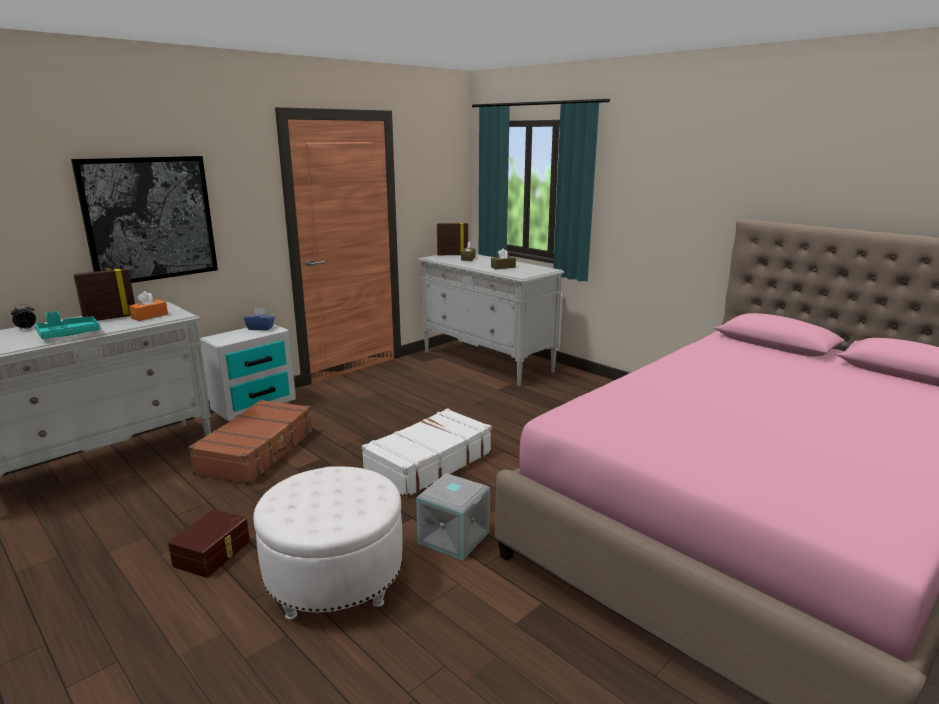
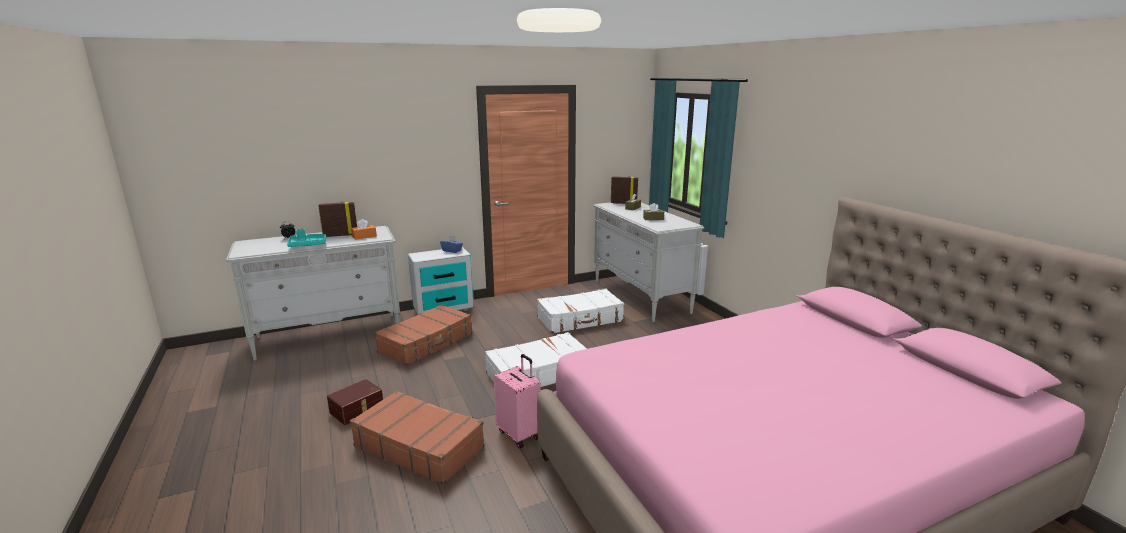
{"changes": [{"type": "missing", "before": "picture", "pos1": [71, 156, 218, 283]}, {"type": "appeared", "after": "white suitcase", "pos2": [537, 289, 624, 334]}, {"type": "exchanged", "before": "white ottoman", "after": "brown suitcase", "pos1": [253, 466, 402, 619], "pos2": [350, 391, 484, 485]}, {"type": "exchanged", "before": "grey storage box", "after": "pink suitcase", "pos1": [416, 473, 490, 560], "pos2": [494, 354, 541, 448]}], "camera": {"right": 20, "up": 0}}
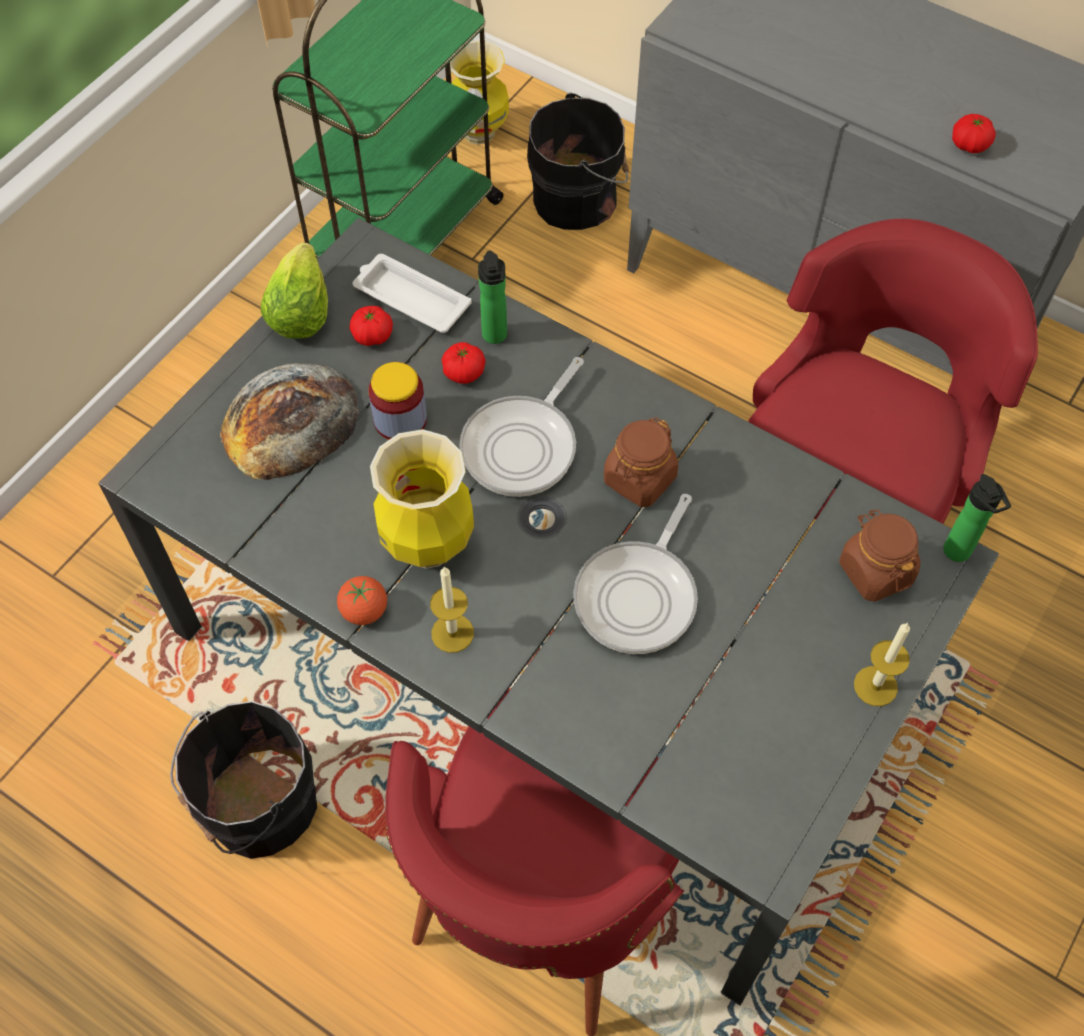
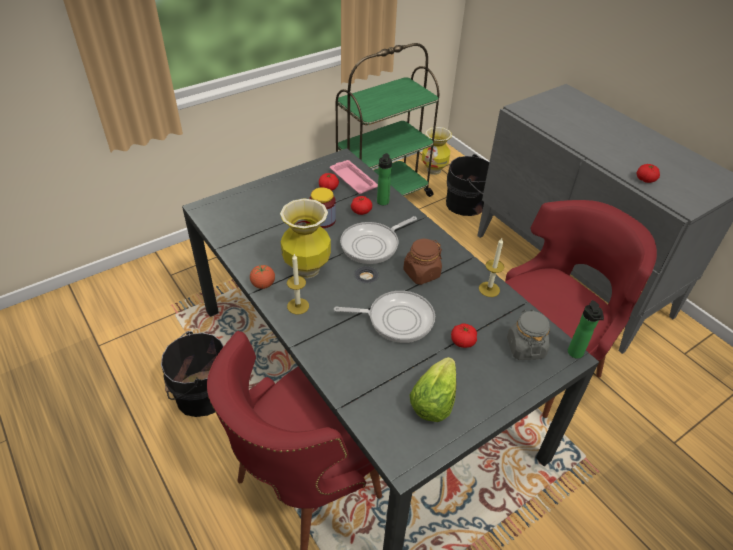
{"changes": [{"type": "missing", "before": "bread", "pos1": [220, 363, 359, 480]}, {"type": "appeared", "after": "tomato", "pos2": [451, 323, 477, 348]}, {"type": "relocated", "before": "lettuce", "pos1": [261, 243, 328, 339], "pos2": [409, 357, 456, 422]}, {"type": "relocated", "before": "candle", "pos1": [854, 623, 910, 706], "pos2": [479, 238, 504, 297]}, {"type": "colour", "before": "white tray", "after": "pink tray", "pos1": [352, 254, 472, 333], "pos2": [330, 160, 378, 194]}, {"type": "colour", "before": "brown jar", "after": "grey jar", "pos1": [839, 509, 920, 602], "pos2": [507, 309, 550, 360]}, {"type": "spun", "before": "frying pan", "pos1": [573, 494, 698, 654], "pos2": [334, 291, 435, 343], "turn": -135}], "camera": {"right": 20, "up": -15}}
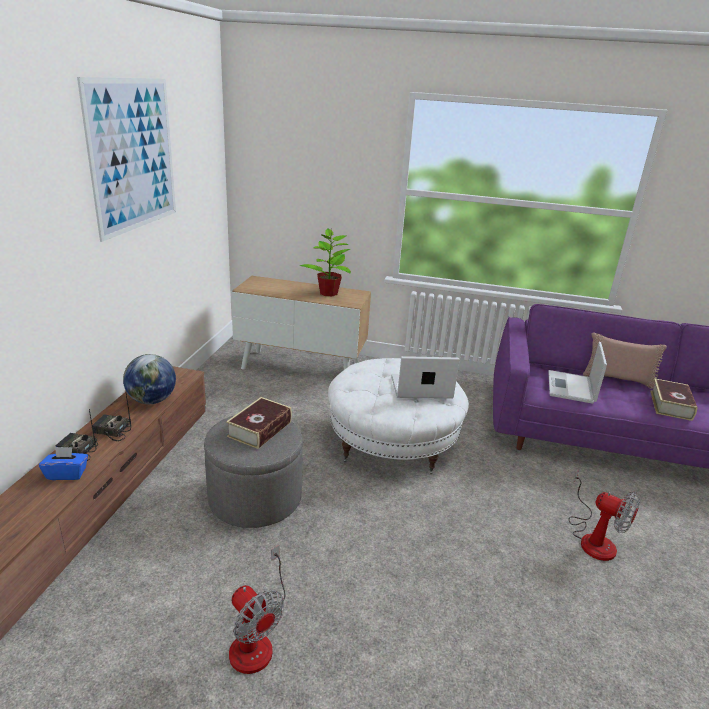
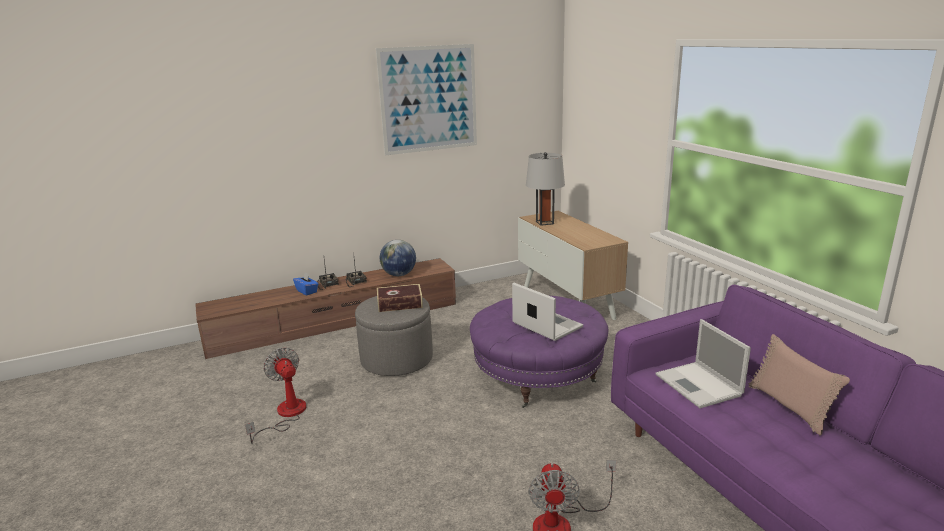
{"changes": [{"type": "missing", "before": "potted plant", "pos1": [300, 228, 351, 296]}, {"type": "missing", "before": "book", "pos1": [650, 378, 698, 421]}, {"type": "appeared", "after": "grey table lamp", "pos2": [526, 152, 565, 226]}, {"type": "colour", "before": "white ottoman", "after": "purple ottoman", "pos1": [328, 358, 469, 474], "pos2": [470, 296, 608, 408]}, {"type": "spun", "before": "fan", "pos1": [229, 545, 286, 674], "pos2": [245, 348, 306, 444], "turn": 135}, {"type": "spun", "before": "laptop", "pos1": [548, 342, 607, 404], "pos2": [656, 319, 751, 408], "turn": -90}], "camera": {"right": 55, "up": -5}}
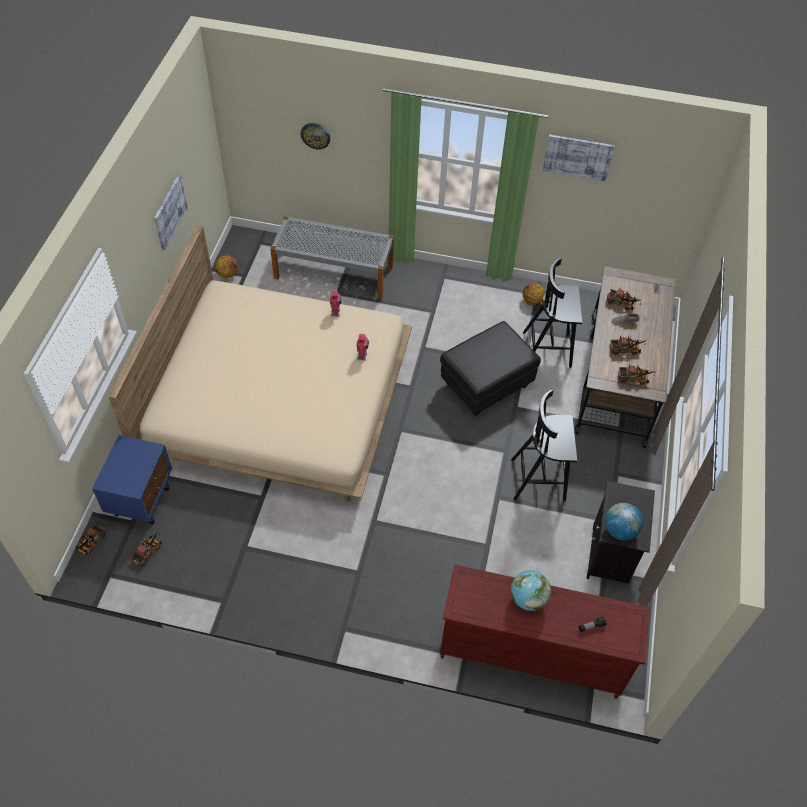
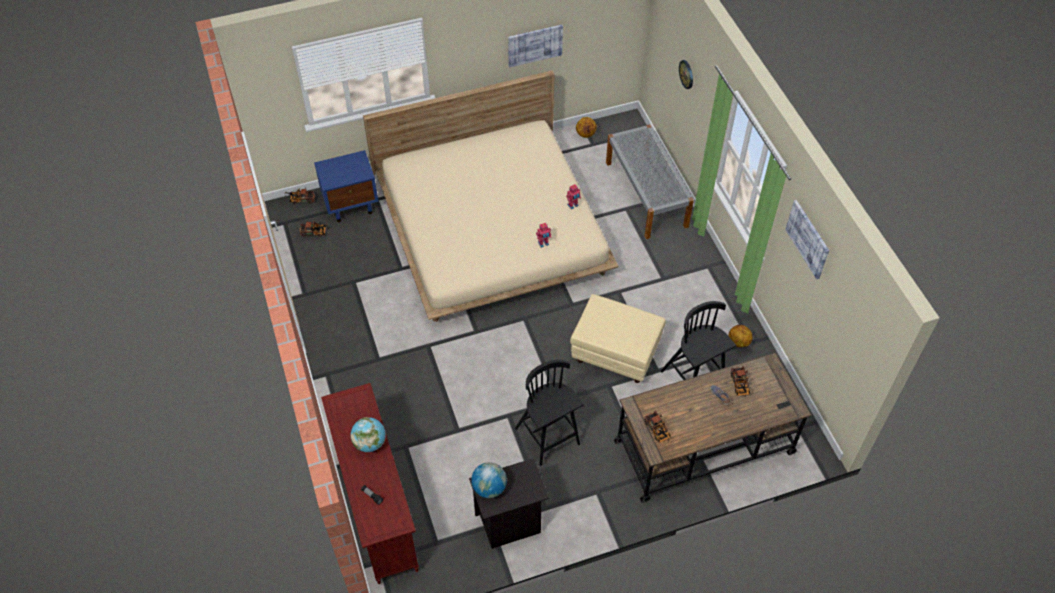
{"changes": [{"type": "missing", "before": "toy truck", "pos1": [610, 335, 646, 355]}, {"type": "colour", "before": "black ottoman", "after": "beige ottoman", "pos1": [440, 321, 541, 416], "pos2": [570, 294, 666, 383]}], "camera": {"right": 60, "up": 0}}
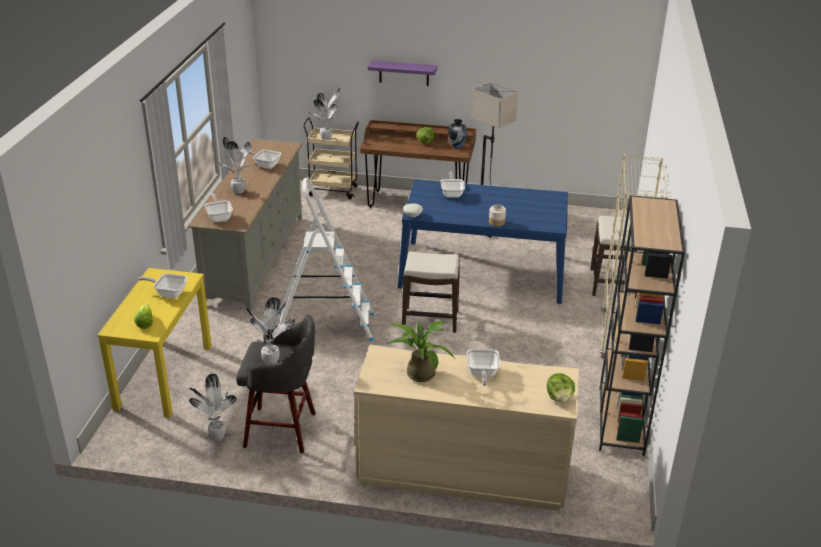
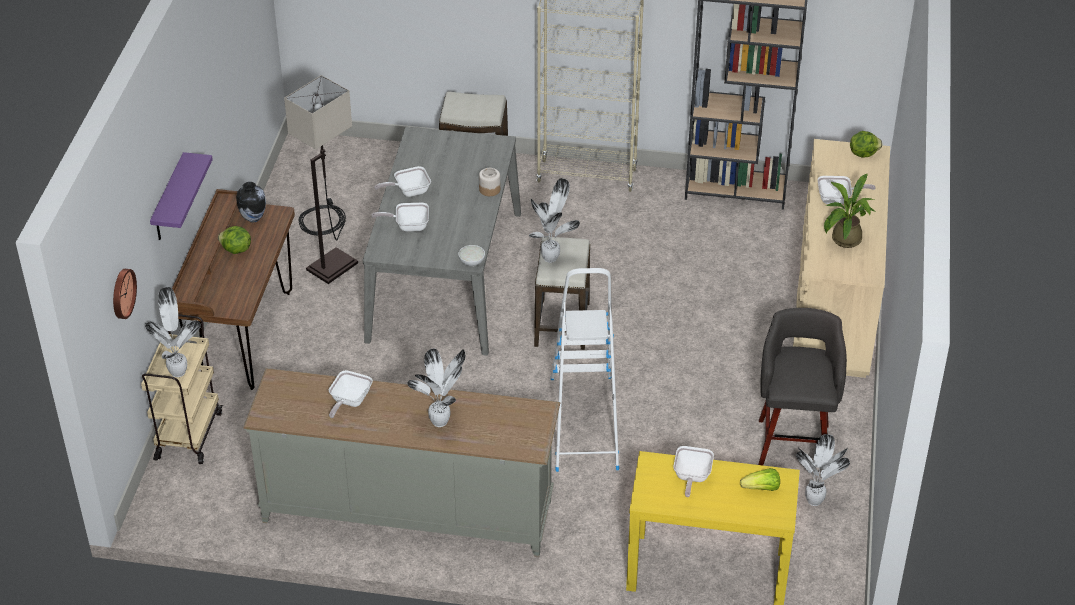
{"changes": [{"type": "appeared", "after": "wall clock", "pos2": [113, 269, 137, 319]}, {"type": "relocated", "before": "frying pan", "pos1": [204, 193, 233, 222], "pos2": [374, 166, 431, 197]}, {"type": "relocated", "before": "potted plant", "pos1": [245, 297, 295, 364], "pos2": [529, 178, 580, 263]}, {"type": "colour", "before": "blue dining table", "after": "grey dining table", "pos1": [398, 180, 568, 304], "pos2": [363, 127, 521, 356]}], "camera": {"right": -90, "up": 10}}
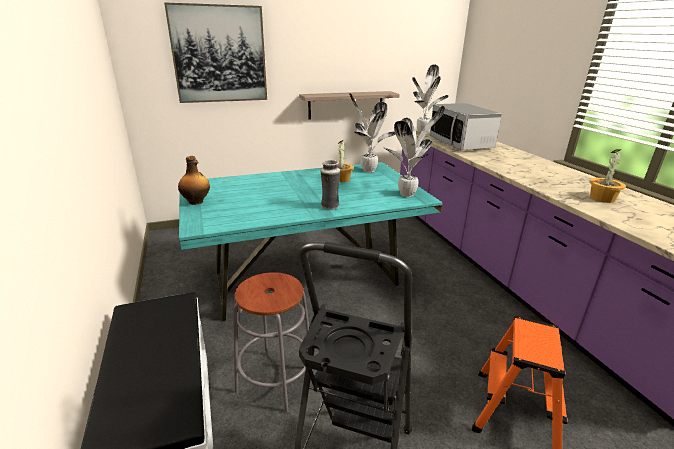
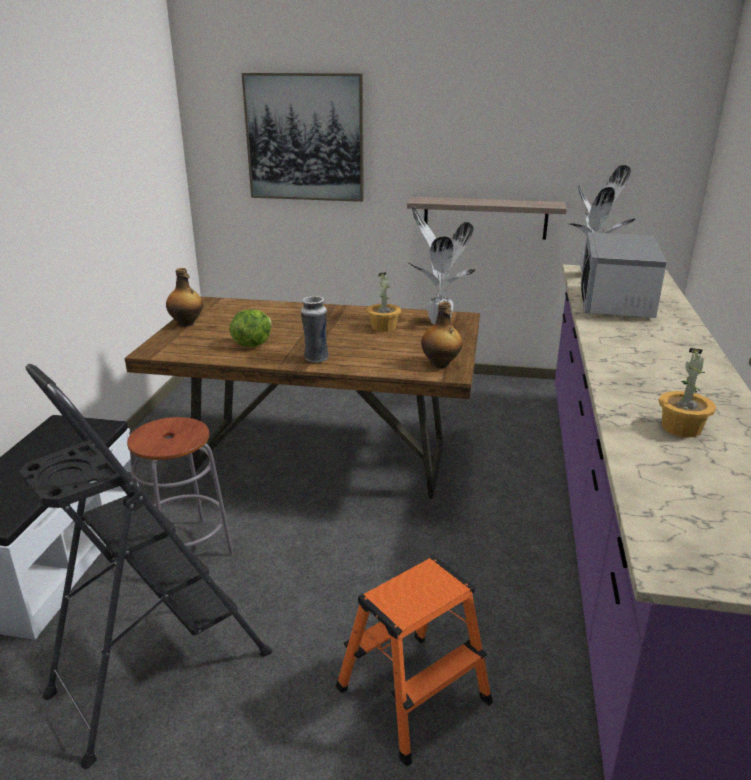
{"changes": [{"type": "appeared", "after": "lettuce", "pos2": [229, 309, 272, 347]}, {"type": "exchanged", "before": "potted plant", "after": "bottle", "pos1": [383, 106, 445, 197], "pos2": [421, 302, 462, 368]}, {"type": "colour", "before": "turquoise dining table", "after": "brown dining table", "pos1": [179, 162, 443, 321], "pos2": [124, 297, 480, 499]}], "camera": {"right": 30, "up": 0}}
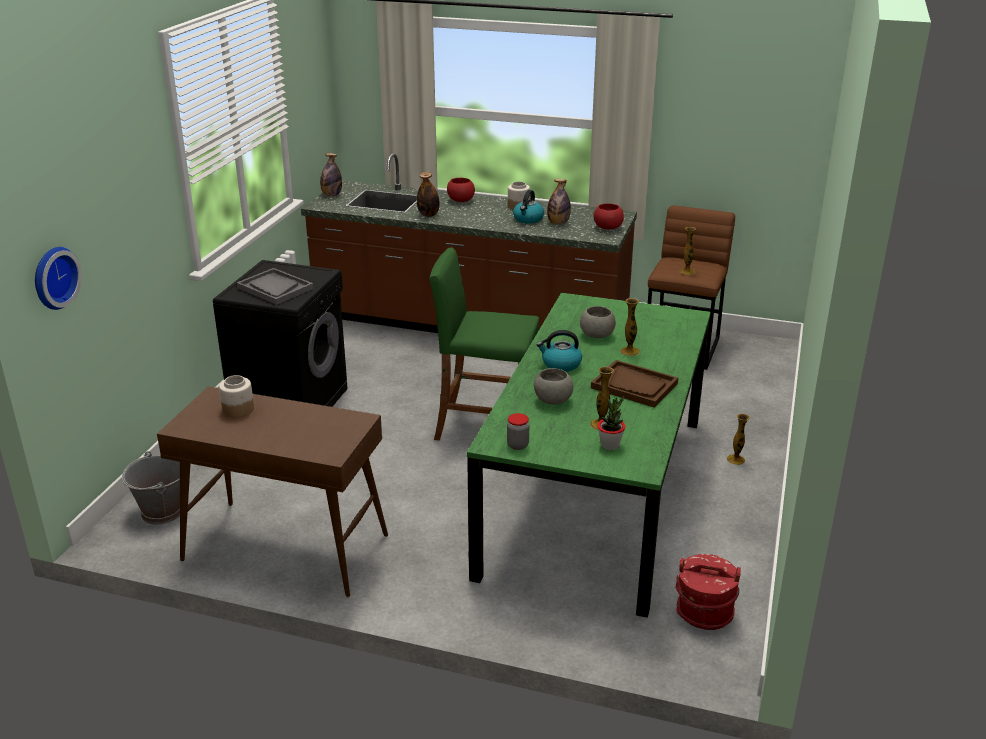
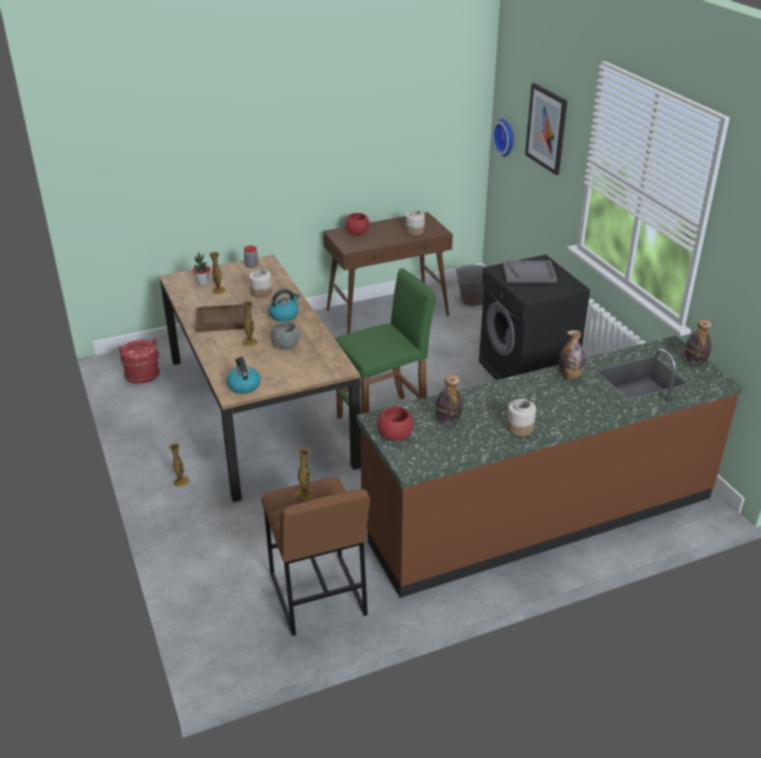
{"changes": [{"type": "appeared", "after": "picture", "pos2": [525, 83, 567, 175]}, {"type": "relocated", "before": "red bowl", "pos1": [447, 178, 475, 202], "pos2": [345, 213, 369, 235]}, {"type": "relocated", "before": "kettle", "pos1": [513, 190, 544, 224], "pos2": [226, 357, 261, 394]}, {"type": "exchanged", "before": "grey bowl", "after": "jar", "pos1": [534, 368, 573, 405], "pos2": [250, 269, 272, 298]}, {"type": "colour", "before": "green dining table", "after": "brown dining table", "pos1": [467, 293, 711, 618], "pos2": [159, 255, 361, 502]}], "camera": {"right": 140, "up": 5}}
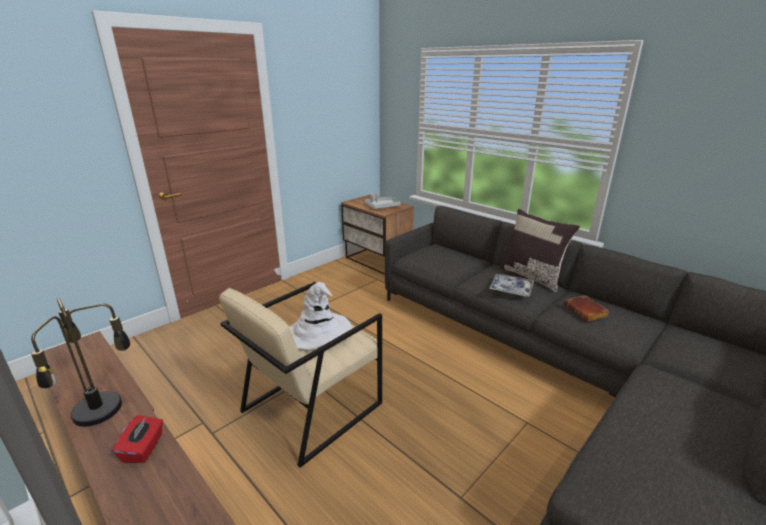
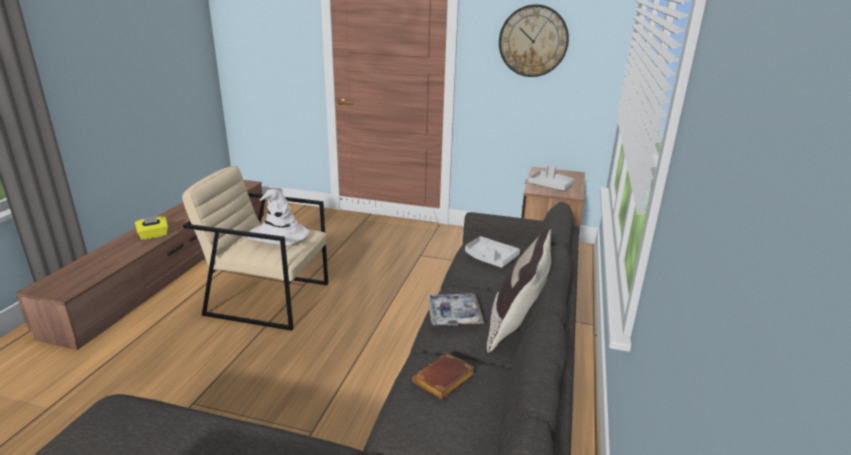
{"changes": [{"type": "missing", "before": "table lamp", "pos1": [31, 298, 130, 427]}, {"type": "appeared", "after": "grey tray", "pos2": [465, 236, 520, 268]}, {"type": "appeared", "after": "wall clock", "pos2": [499, 4, 569, 77]}, {"type": "colour", "before": "red tissue box", "after": "yellow tissue box", "pos1": [113, 415, 163, 463], "pos2": [135, 216, 168, 240]}], "camera": {"right": 60, "up": 0}}
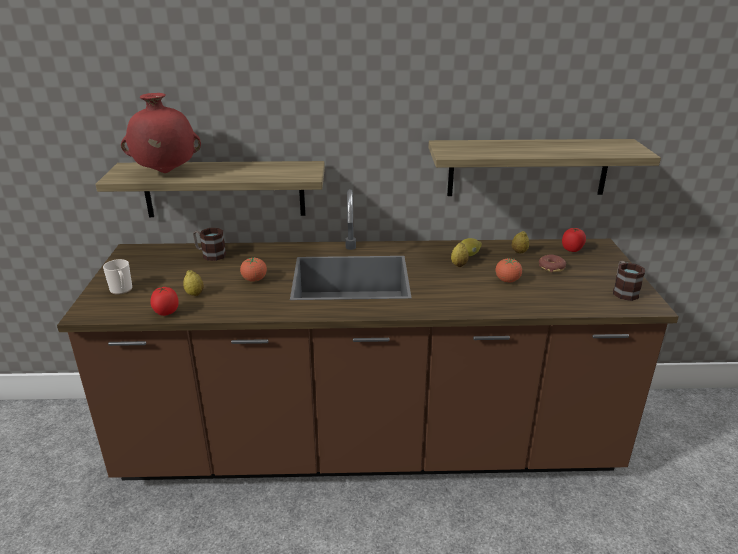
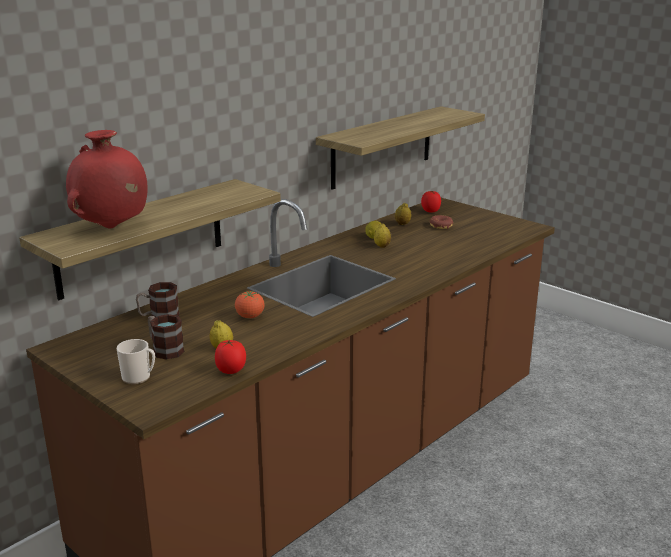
{"changes": [{"type": "missing", "before": "tomato", "pos1": [496, 258, 522, 283]}, {"type": "relocated", "before": "mug", "pos1": [613, 261, 645, 301], "pos2": [148, 314, 185, 360]}], "camera": {"right": -45, "up": -5}}
